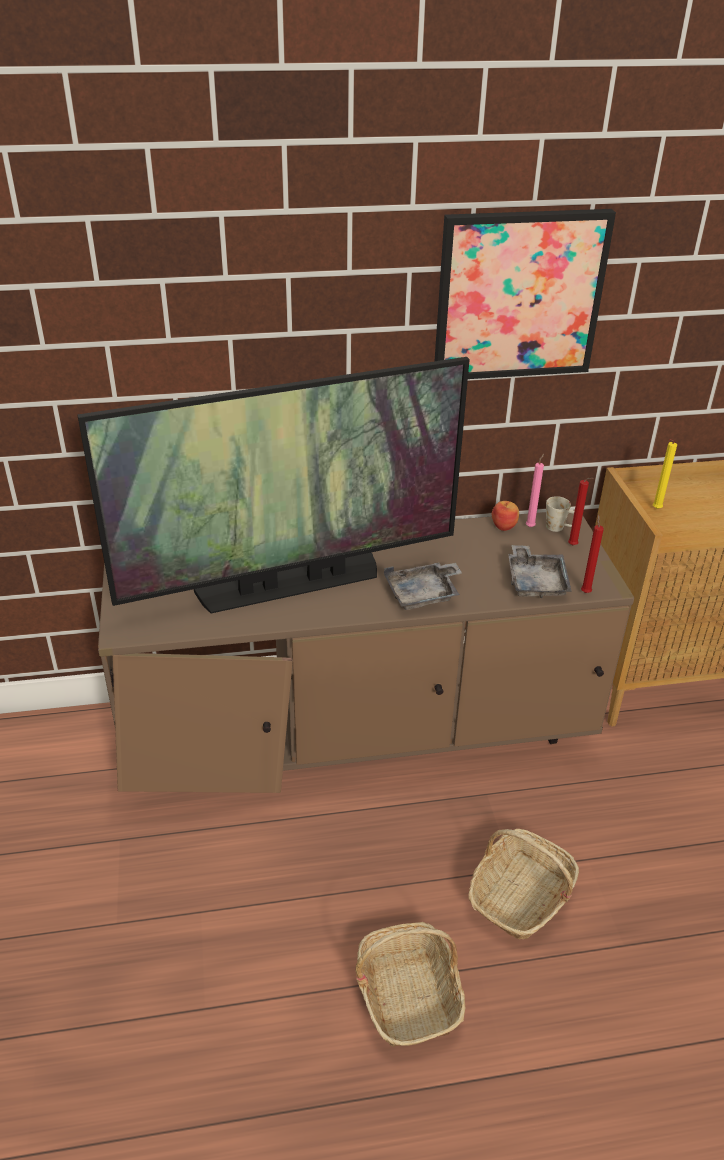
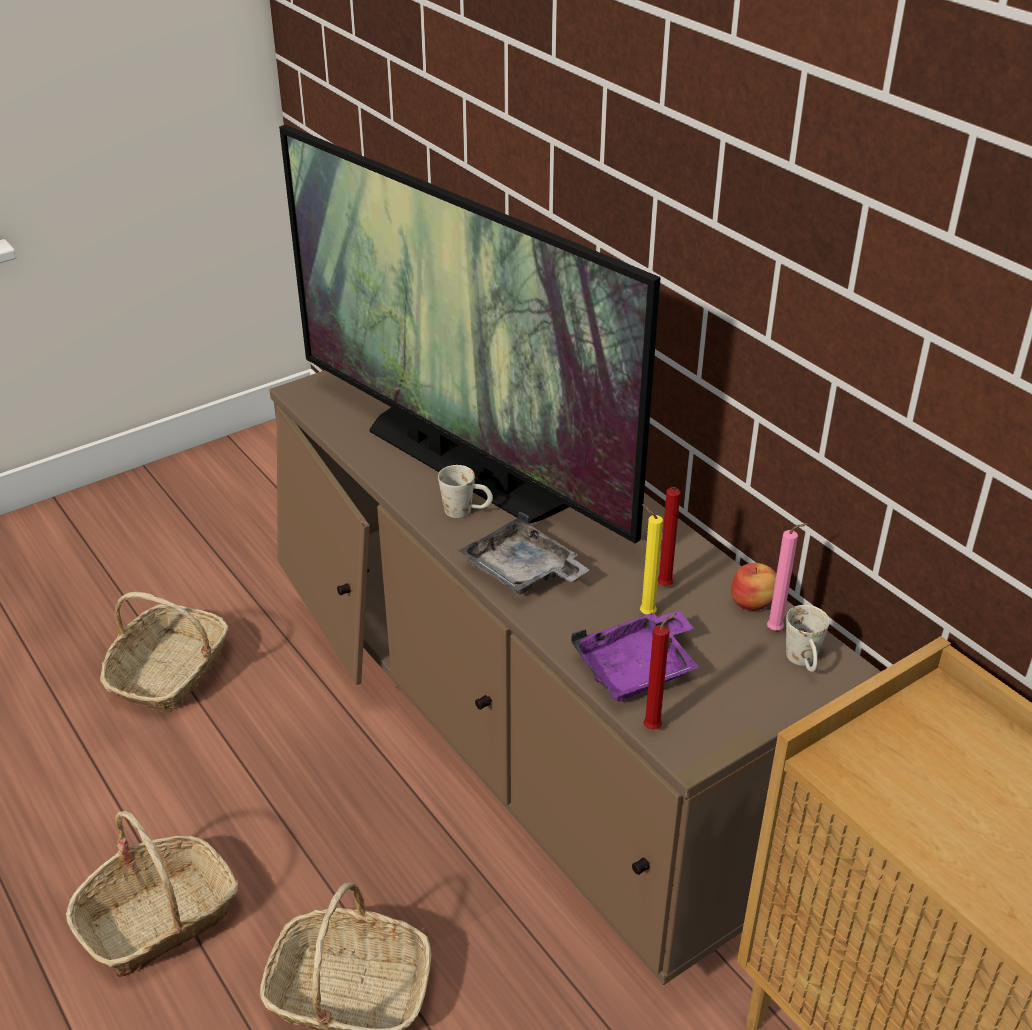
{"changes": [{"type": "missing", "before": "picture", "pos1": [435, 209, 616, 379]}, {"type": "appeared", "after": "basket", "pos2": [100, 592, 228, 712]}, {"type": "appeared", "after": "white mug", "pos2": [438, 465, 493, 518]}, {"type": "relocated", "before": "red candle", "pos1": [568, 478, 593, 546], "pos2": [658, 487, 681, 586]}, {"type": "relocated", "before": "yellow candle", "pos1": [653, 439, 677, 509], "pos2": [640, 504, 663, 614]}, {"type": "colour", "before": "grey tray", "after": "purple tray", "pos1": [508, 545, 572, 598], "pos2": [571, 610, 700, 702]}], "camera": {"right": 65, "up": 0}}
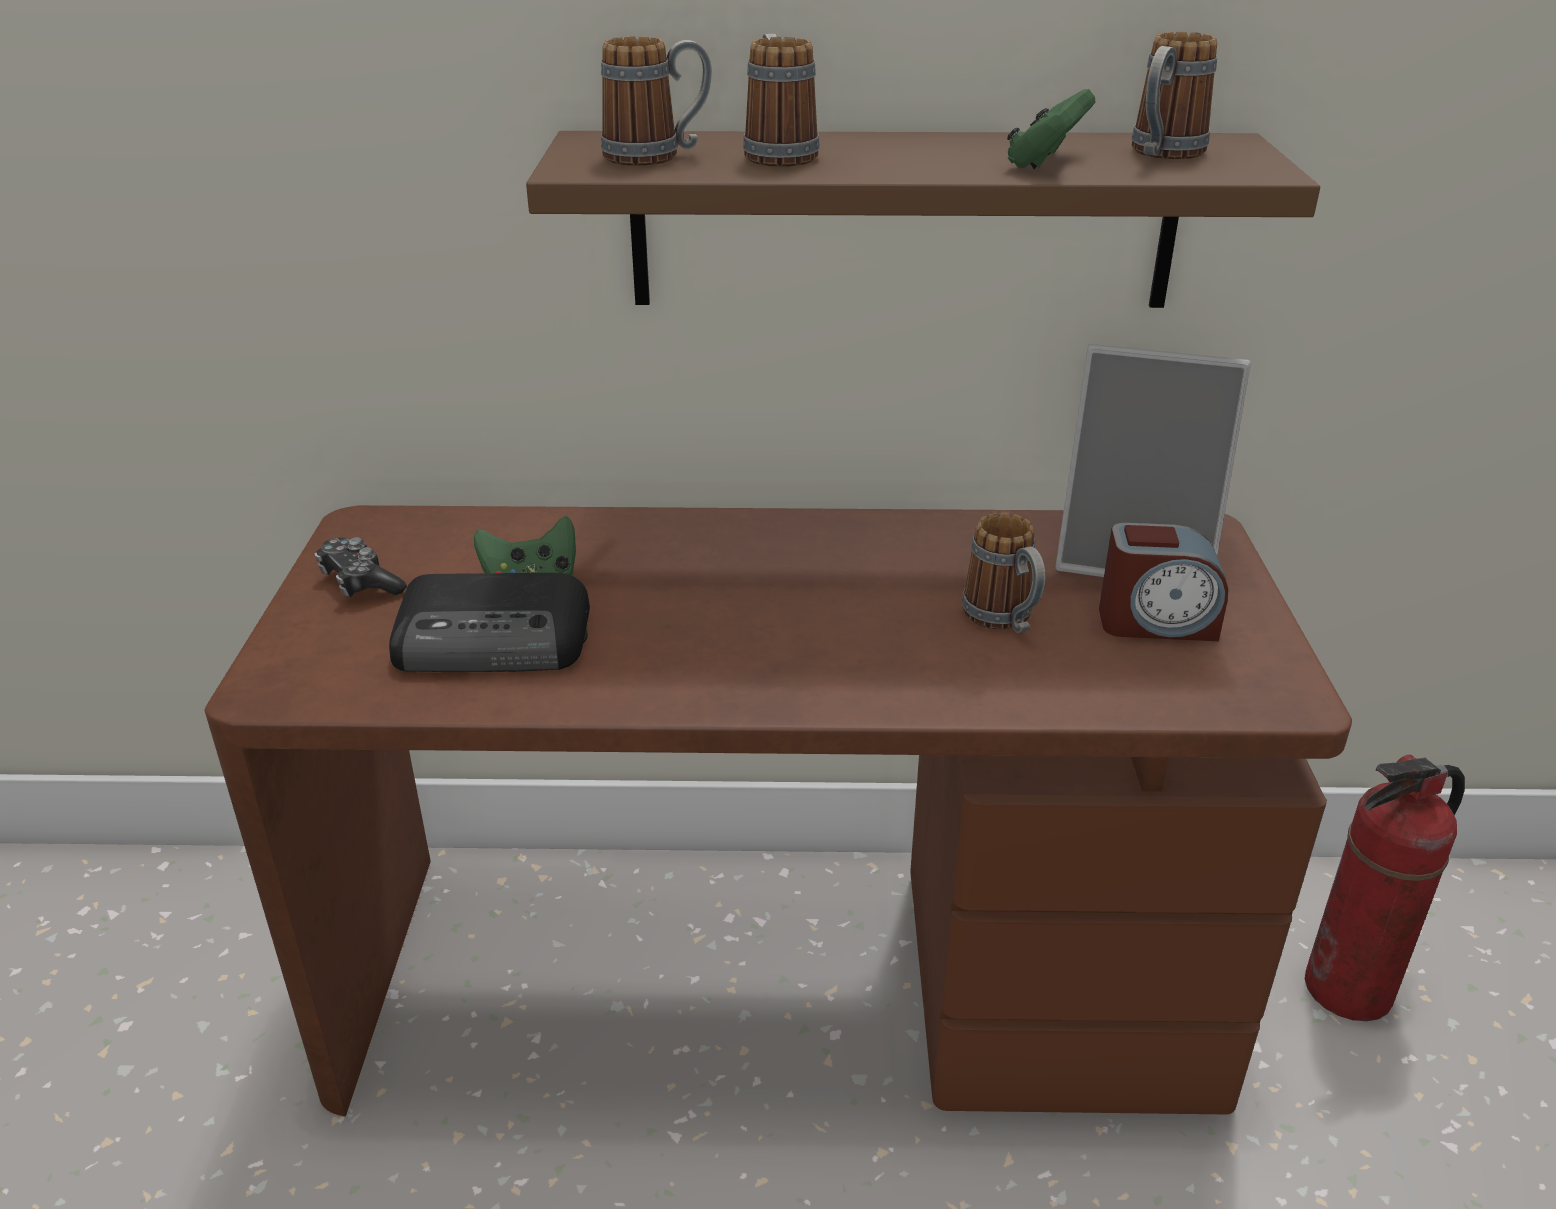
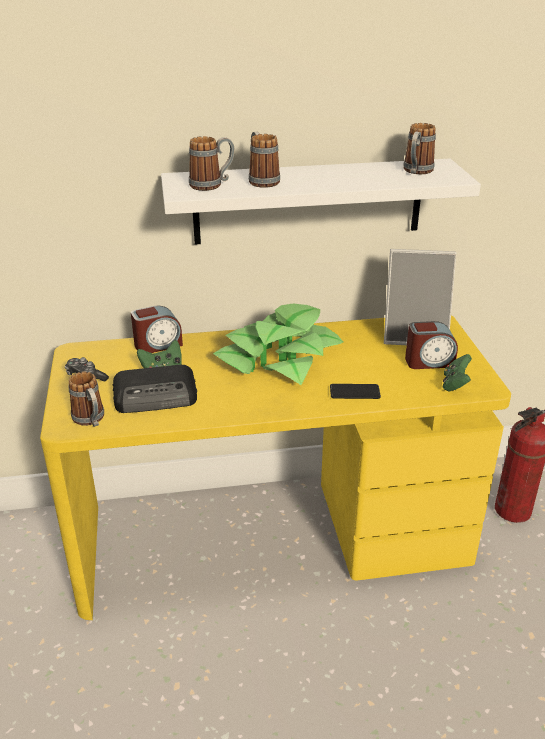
{"changes": [{"type": "appeared", "after": "alarm clock", "pos2": [131, 305, 183, 353]}, {"type": "appeared", "after": "potted plant", "pos2": [213, 304, 343, 385]}, {"type": "appeared", "after": "phone", "pos2": [330, 384, 381, 399]}, {"type": "relocated", "before": "mug", "pos1": [962, 512, 1045, 633], "pos2": [68, 371, 104, 427]}, {"type": "relocated", "before": "green game controller", "pos1": [1007, 89, 1096, 169], "pos2": [443, 354, 472, 391]}, {"type": "colour", "before": "brown desk", "after": "yellow desk", "pos1": [204, 505, 1352, 1117], "pos2": [40, 315, 511, 620]}, {"type": "colour", "before": "brown shelf", "after": "white shelf", "pos1": [526, 131, 1320, 308], "pos2": [161, 159, 481, 245]}], "camera": {"right": -10, "up": 0}}
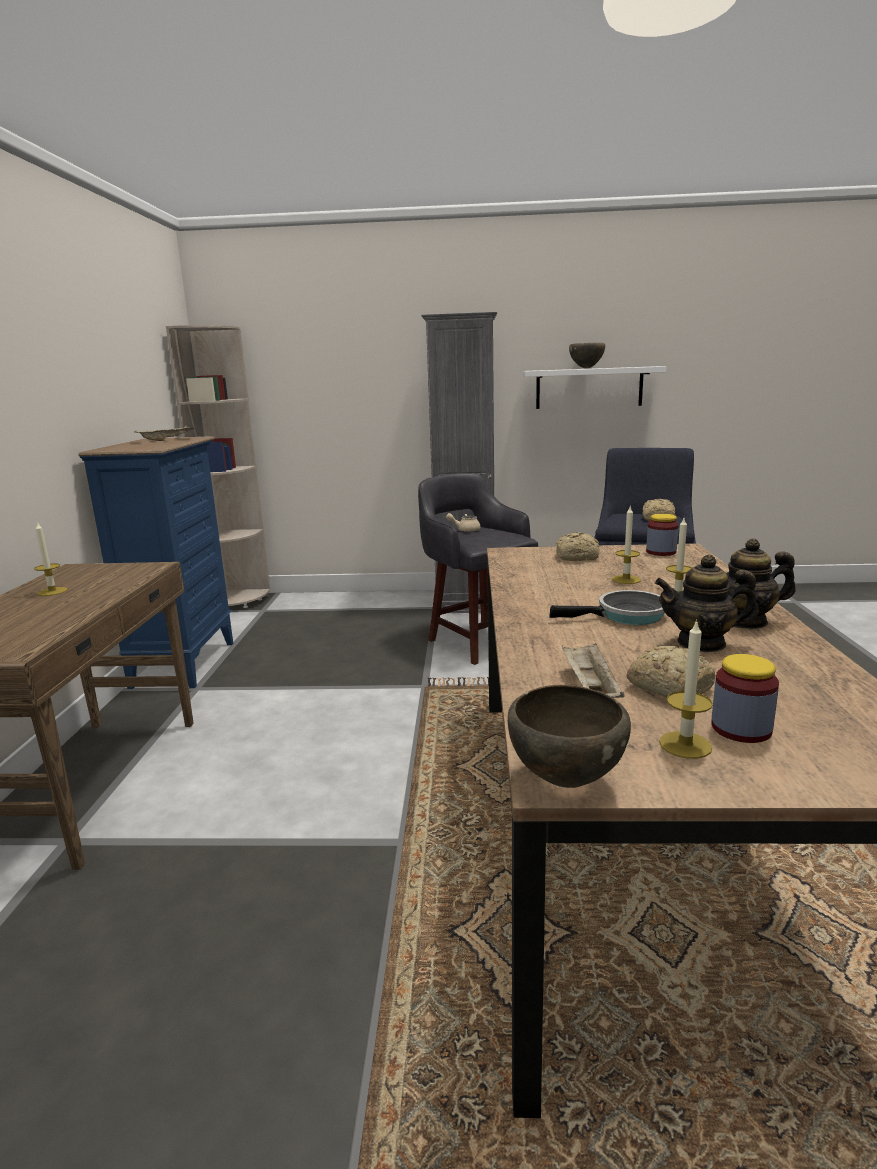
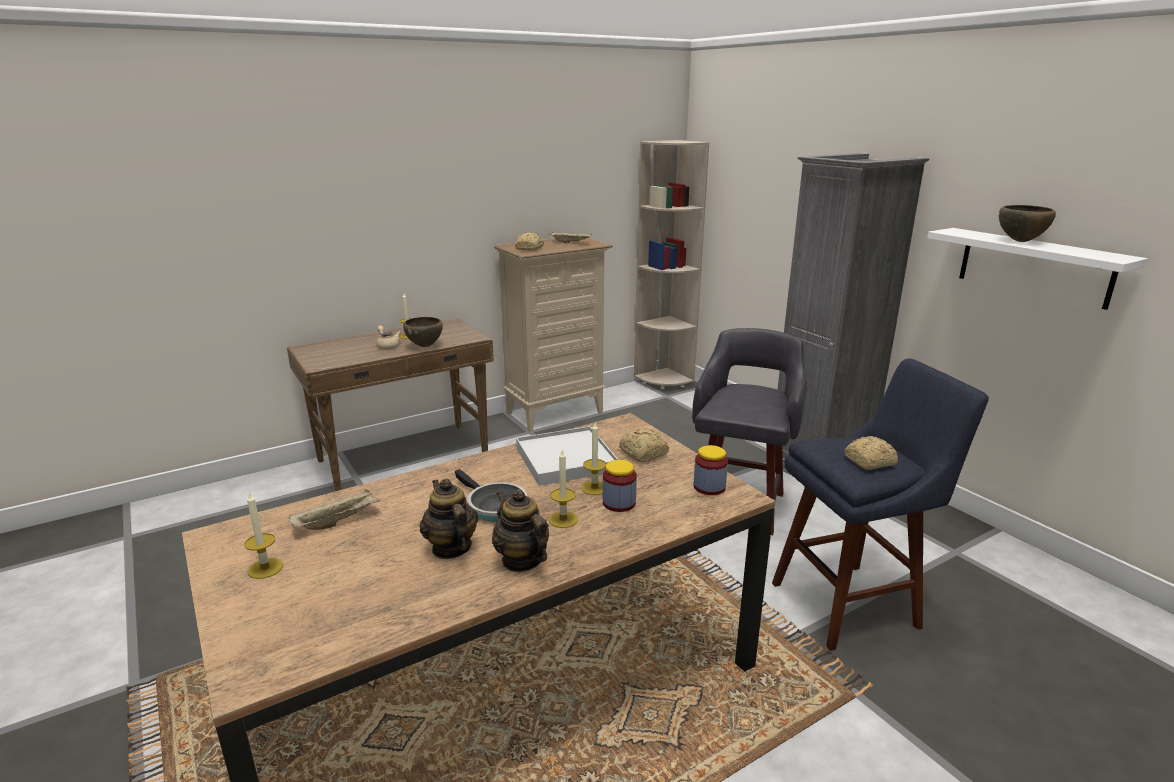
{"changes": [{"type": "appeared", "after": "white tray", "pos2": [516, 426, 618, 486]}, {"type": "relocated", "before": "beige teapot", "pos1": [446, 513, 481, 532], "pos2": [376, 325, 401, 349]}, {"type": "relocated", "before": "brown bowl", "pos1": [508, 685, 631, 788], "pos2": [403, 317, 443, 347]}, {"type": "relocated", "before": "bread", "pos1": [627, 646, 716, 698], "pos2": [515, 233, 544, 251]}, {"type": "relocated", "before": "jar", "pos1": [711, 654, 779, 743], "pos2": [603, 460, 637, 512]}, {"type": "colour", "before": "blue dresser", "after": "beige dresser", "pos1": [78, 436, 233, 689], "pos2": [494, 238, 613, 431]}], "camera": {"right": 55, "up": 5}}
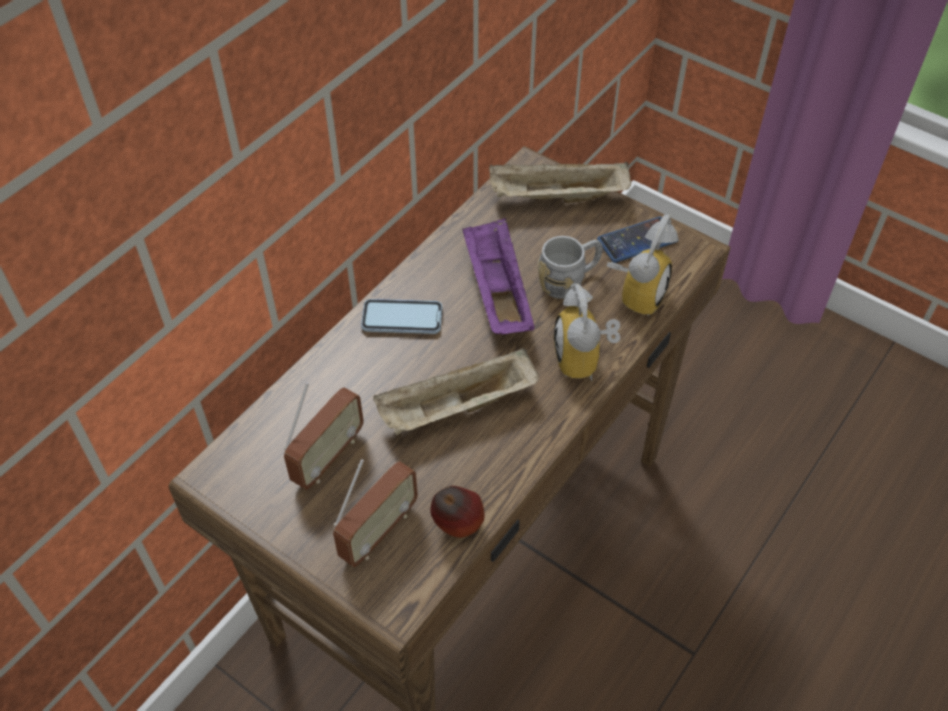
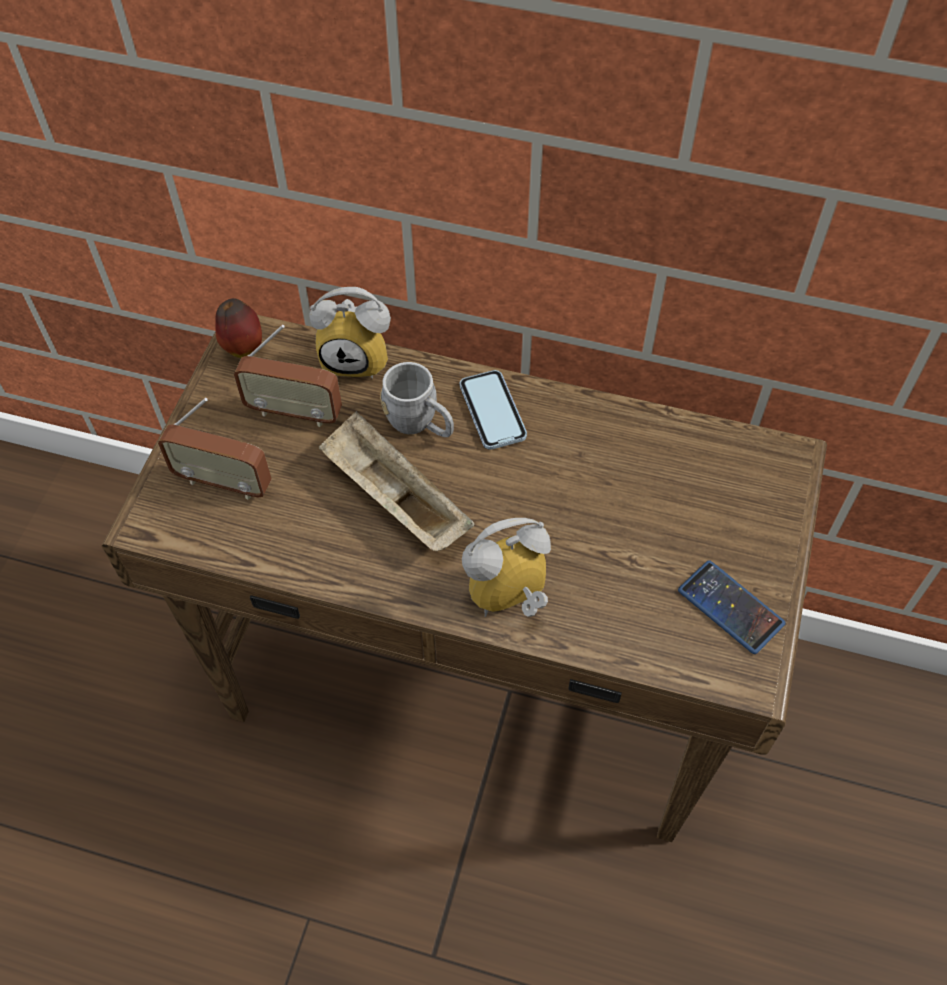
{"changes": [{"type": "missing", "before": "purple tray", "pos1": [463, 218, 534, 335]}, {"type": "missing", "before": "beige tray", "pos1": [489, 161, 631, 203]}, {"type": "relocated", "before": "apple", "pos1": [430, 486, 484, 538], "pos2": [215, 298, 262, 358]}, {"type": "relocated", "before": "grey mug", "pos1": [538, 236, 603, 299], "pos2": [380, 362, 454, 437]}, {"type": "relocated", "before": "alarm clock", "pos1": [607, 214, 679, 317], "pos2": [310, 287, 391, 379]}], "camera": {"right": 70, "up": 5}}
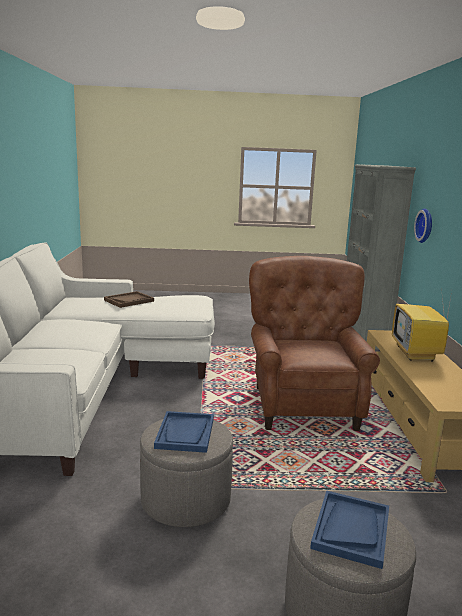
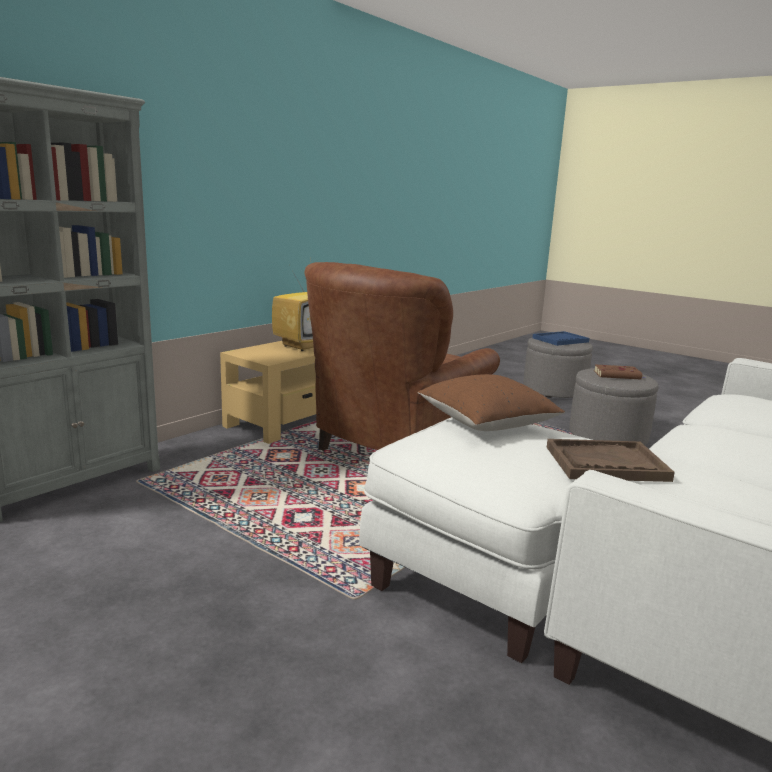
{"changes": [{"type": "missing", "before": "wall clock", "pos1": [414, 208, 432, 243]}, {"type": "appeared", "after": "brown pillow", "pos2": [418, 374, 565, 431]}, {"type": "exchanged", "before": "blue tray", "after": "brown book", "pos1": [154, 411, 214, 453], "pos2": [594, 364, 645, 379]}], "camera": {"right": -140, "up": 0}}
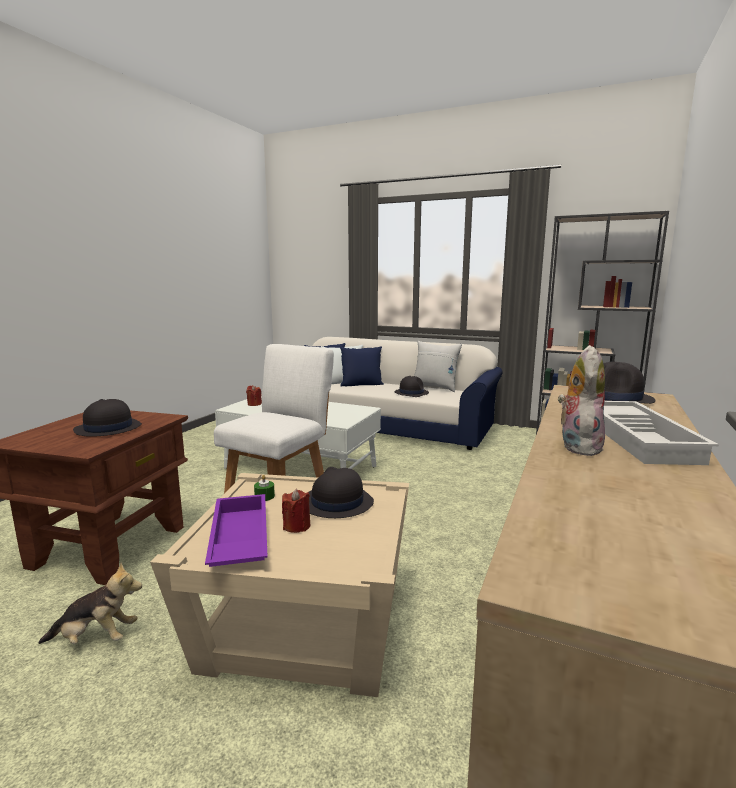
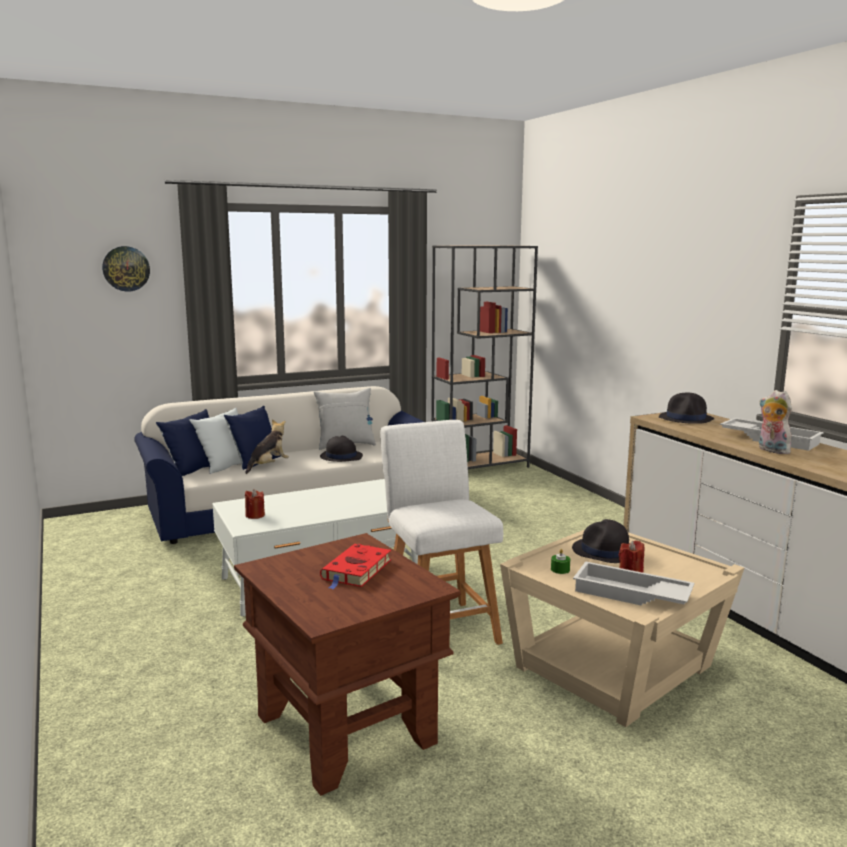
{"changes": [{"type": "appeared", "after": "wall clock", "pos2": [102, 246, 150, 292]}, {"type": "relocated", "before": "plush toy", "pos1": [38, 562, 142, 644], "pos2": [246, 420, 289, 474]}, {"type": "exchanged", "before": "black hat", "after": "red book", "pos1": [73, 399, 142, 437], "pos2": [320, 544, 391, 589]}, {"type": "colour", "before": "purple tray", "after": "white tray", "pos1": [205, 494, 268, 567], "pos2": [573, 561, 694, 606]}], "camera": {"right": -50, "up": 0}}
